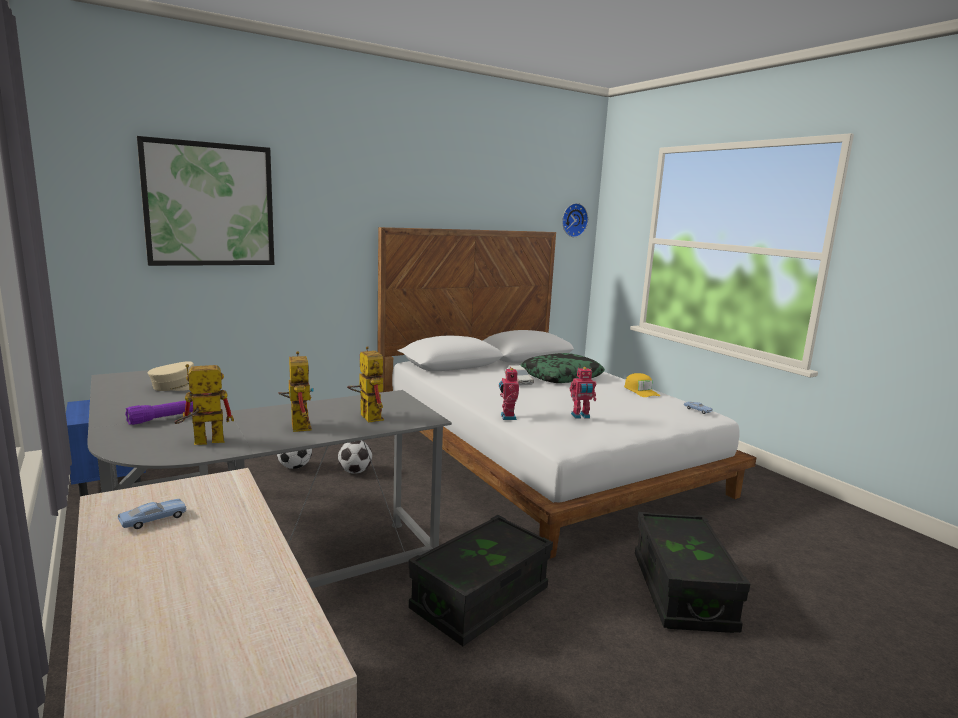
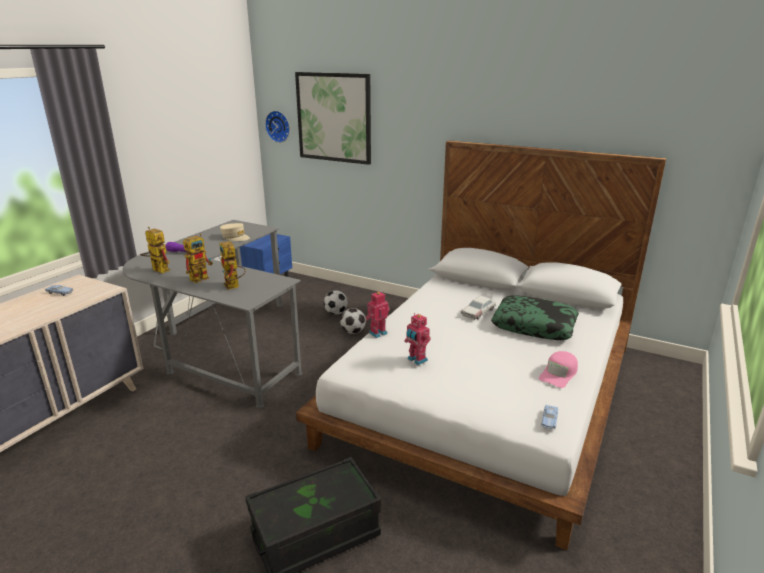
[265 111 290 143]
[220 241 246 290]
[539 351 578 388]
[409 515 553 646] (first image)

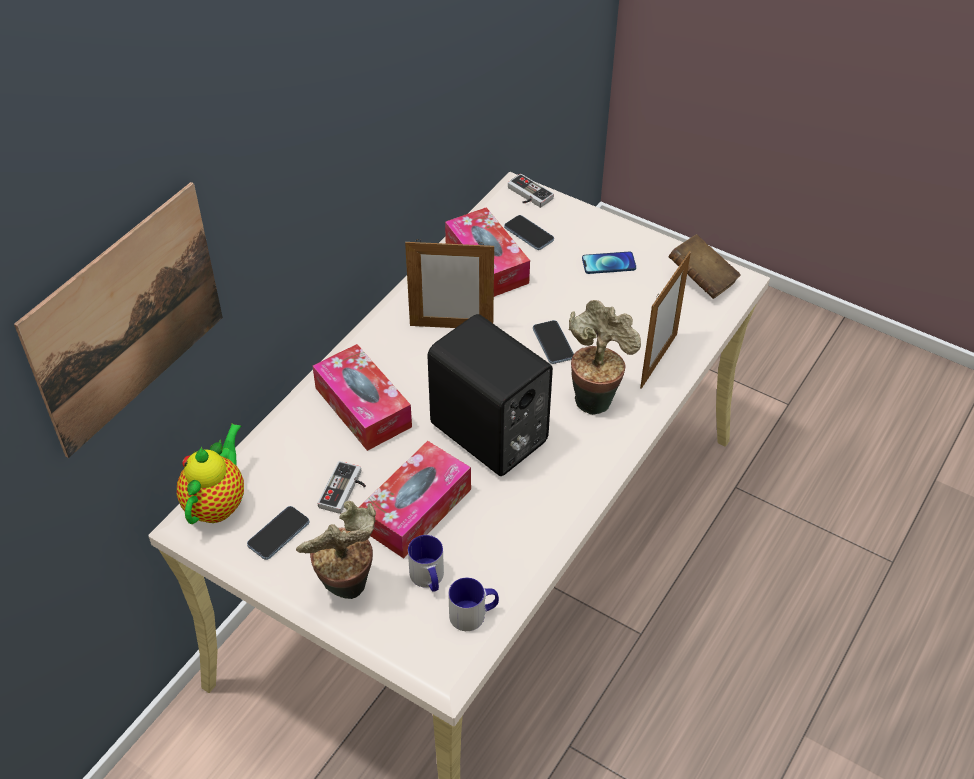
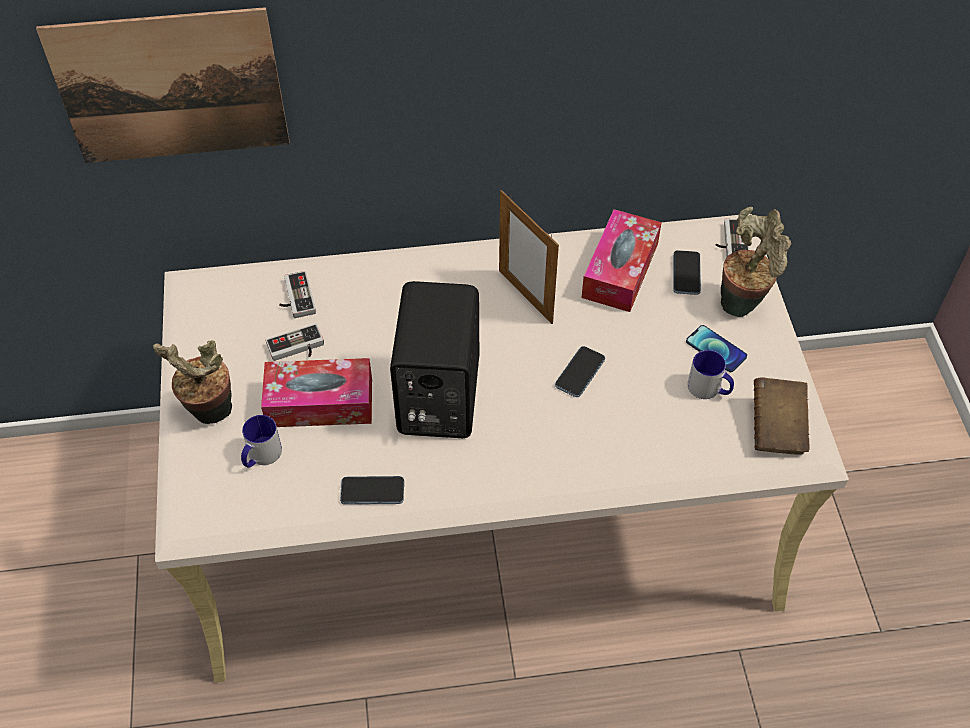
[640 251 691 389] (first image)
[721 207 791 317]
[312 344 412 451] (first image)
[177 423 244 524] (first image)
[340 476 404 505]
[687 350 734 399]
[279 271 316 318]

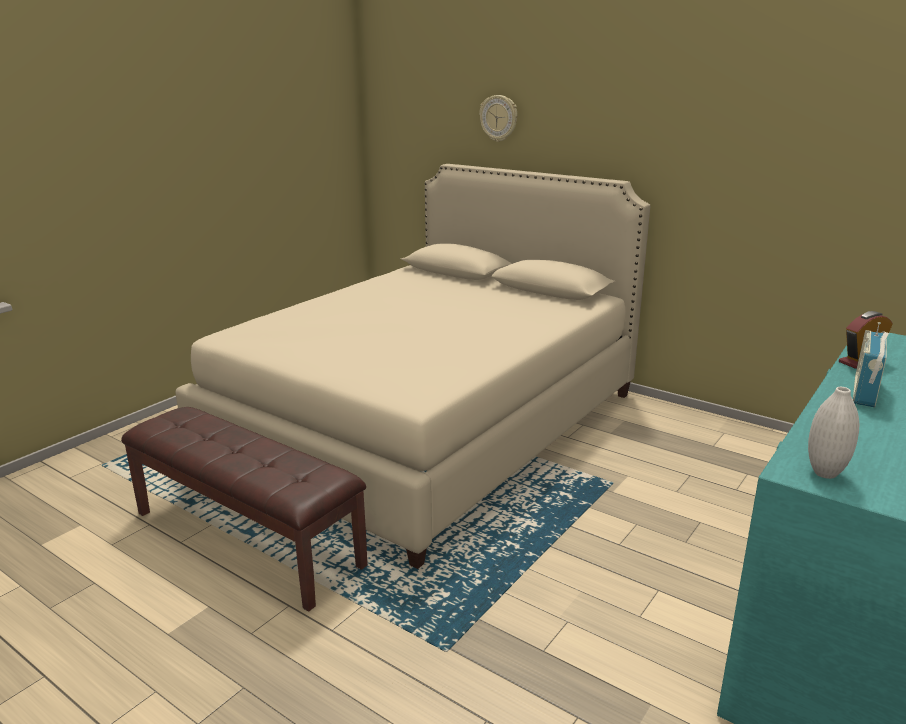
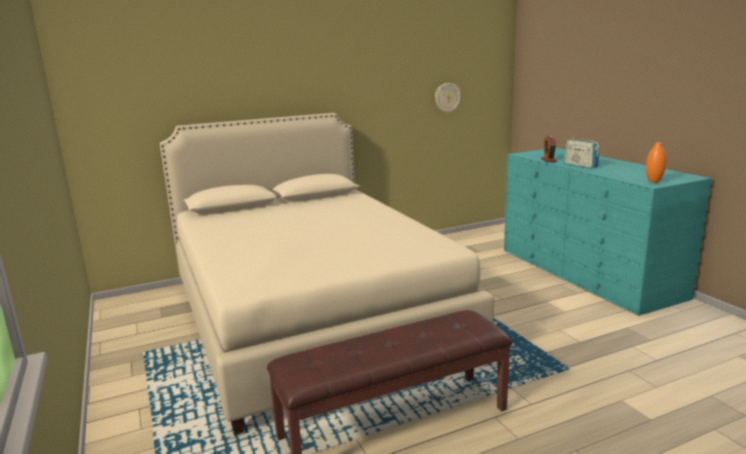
[435 83 461 113]
[646 142 666 183]

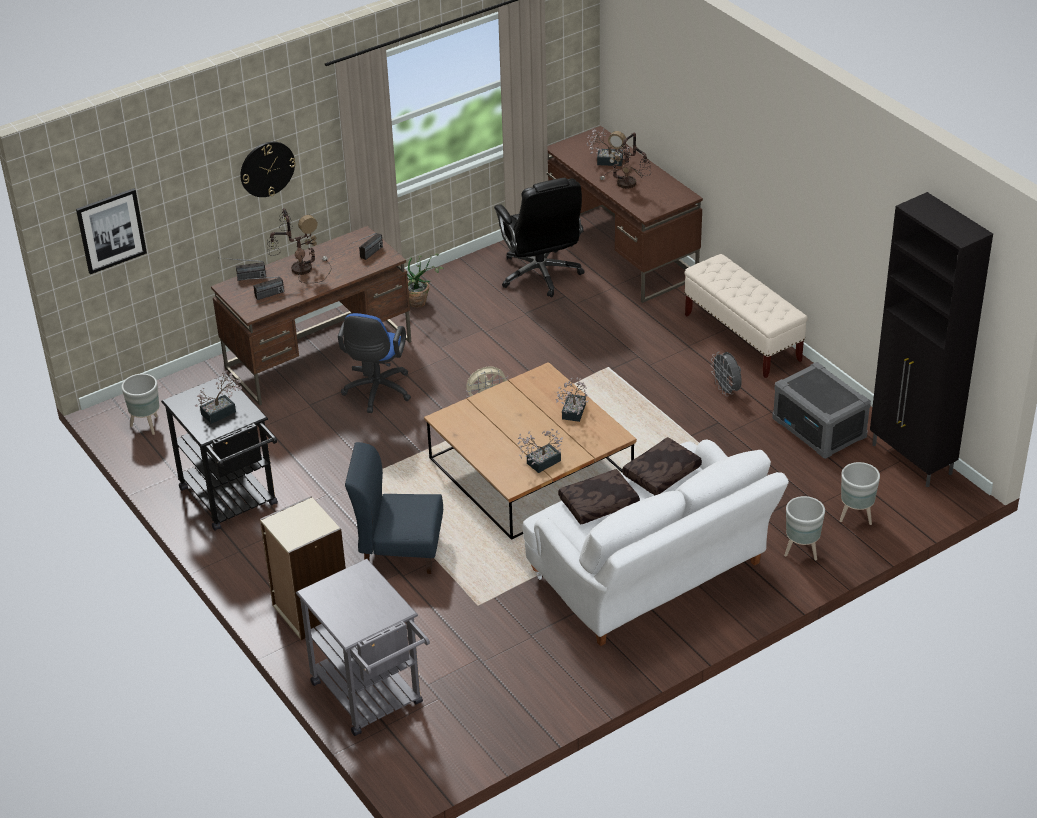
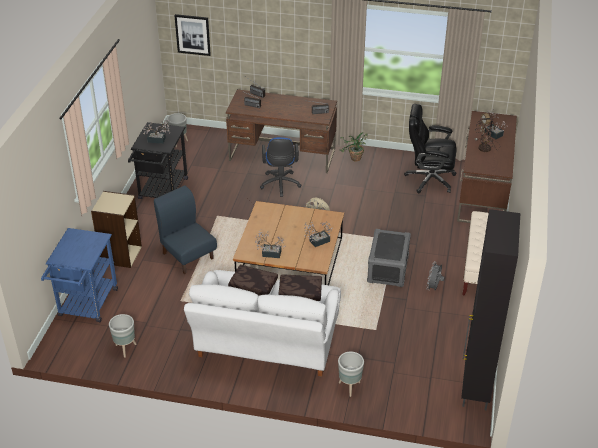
[240 142 296 197] (first image)
[404 104 457 193]
[267 208 331 283] (first image)
[260 137 302 197]
[367 229 411 287]
[109 314 136 358]
[41 228 118 322]

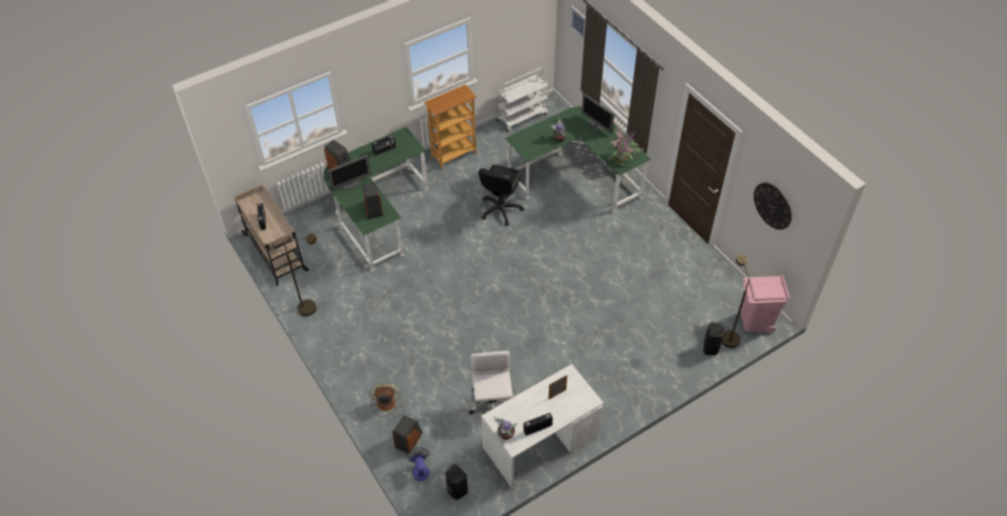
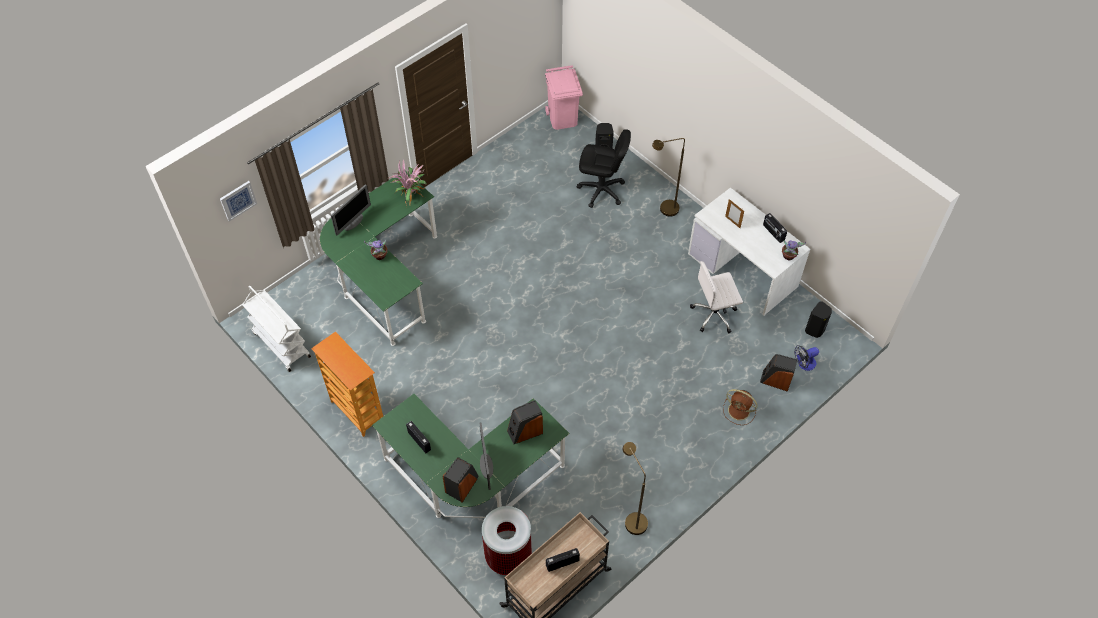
[480 423 493 490]
[577 129 631 208]
[754 183 792 230] (first image)
[652 138 685 217]
[723 389 758 425]
[482 506 532 575]

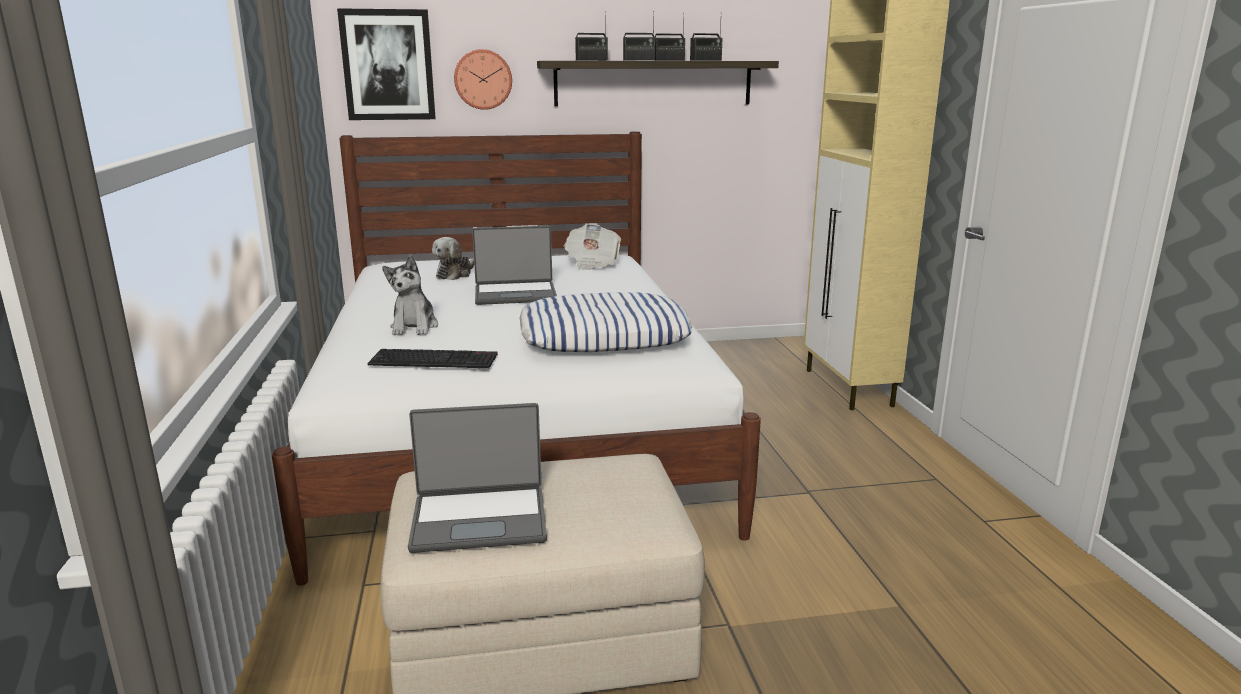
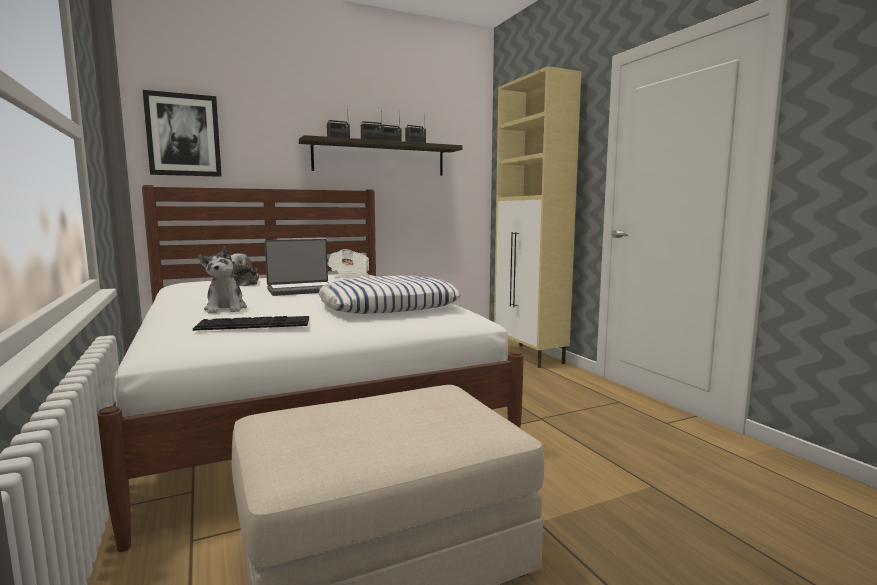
[454 49 512 110] (first image)
[408 403 547 553] (first image)

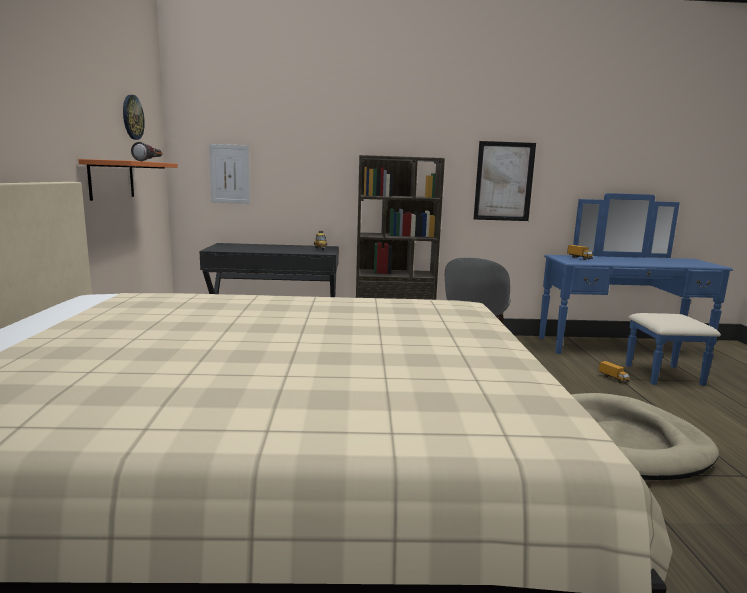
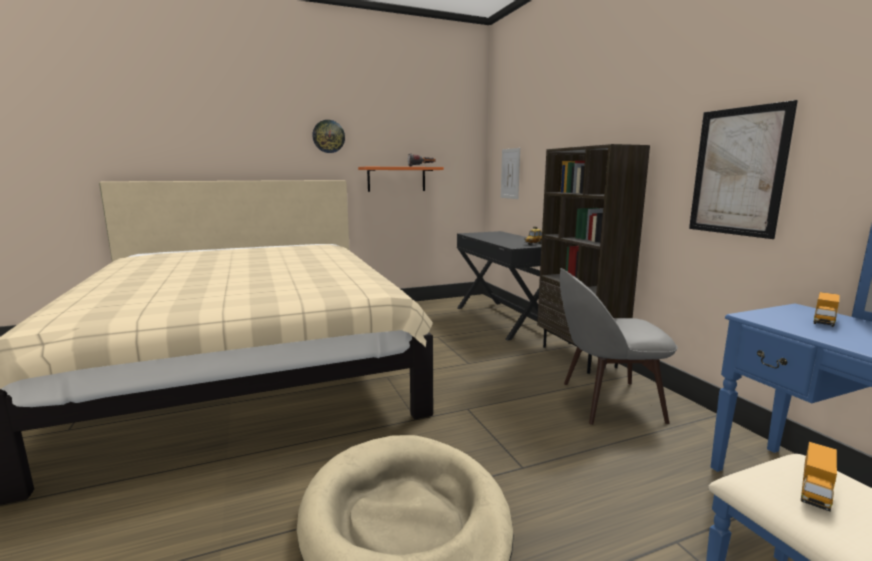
[312 120 345 153]
[801 442 837 511]

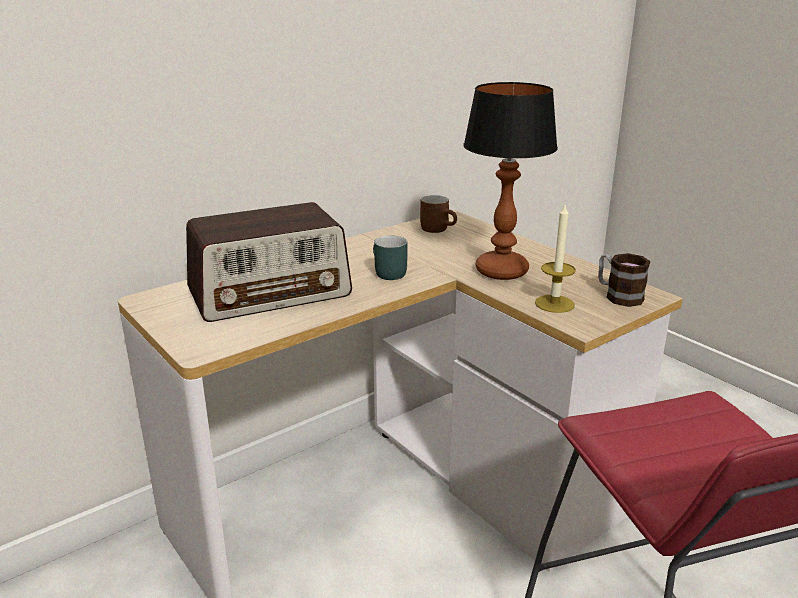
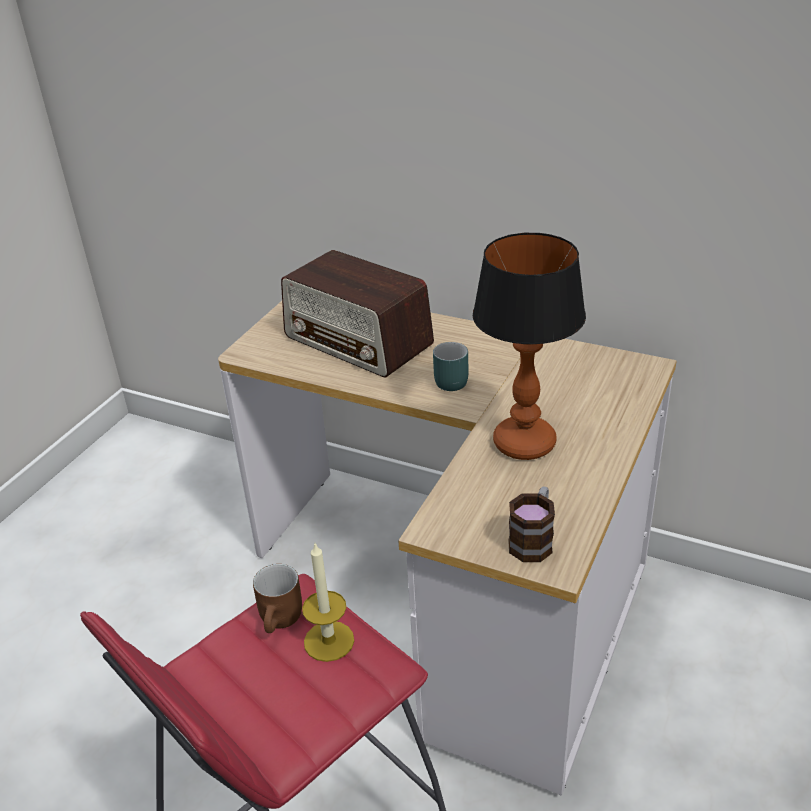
[253 564 302 633]
[302 544 354 662]

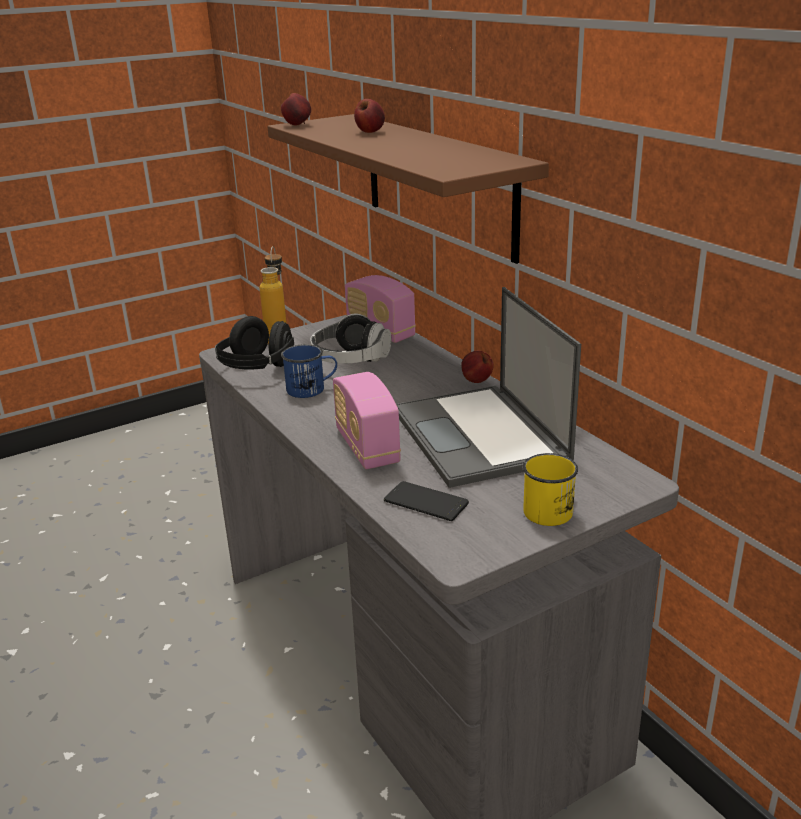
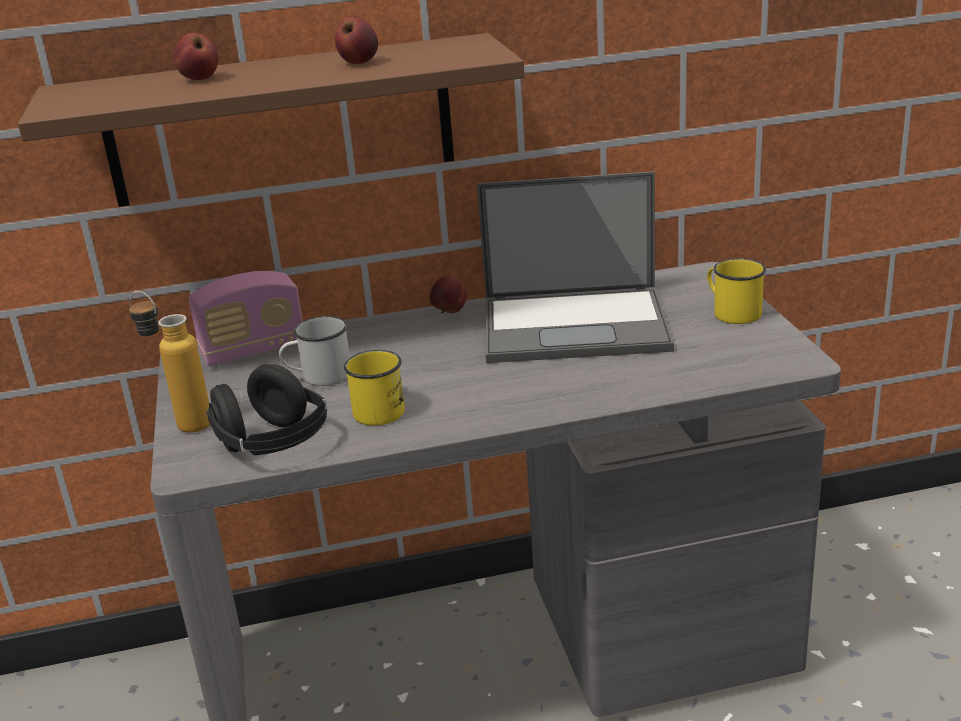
[335 17 378 64]
[279 316 350 386]
[344 350 405 426]
[333 372 401 469] (first image)
[384 481 469 521] (first image)

